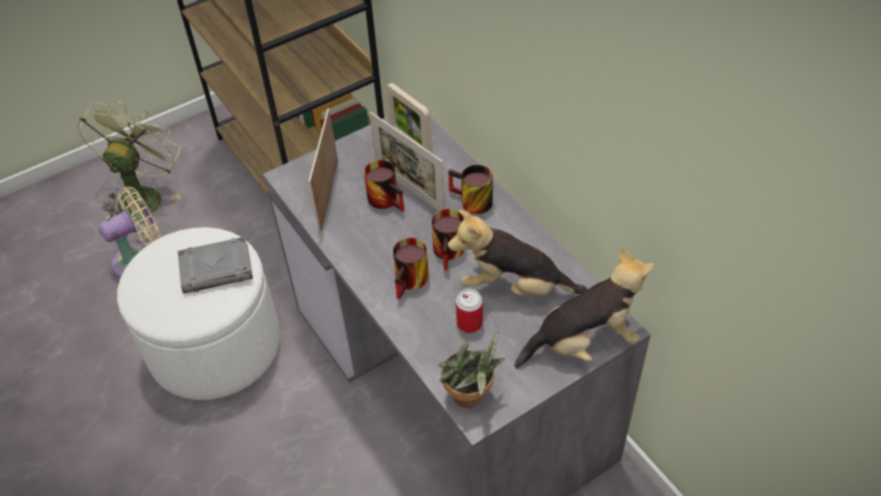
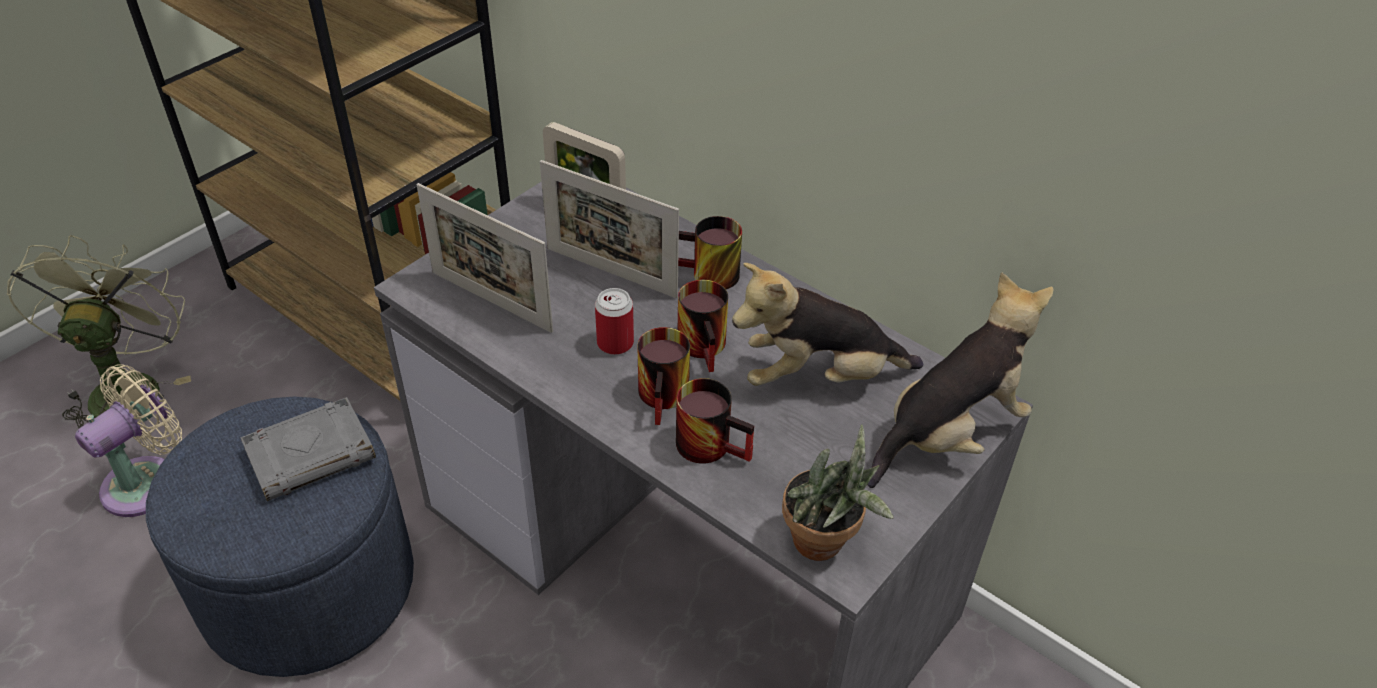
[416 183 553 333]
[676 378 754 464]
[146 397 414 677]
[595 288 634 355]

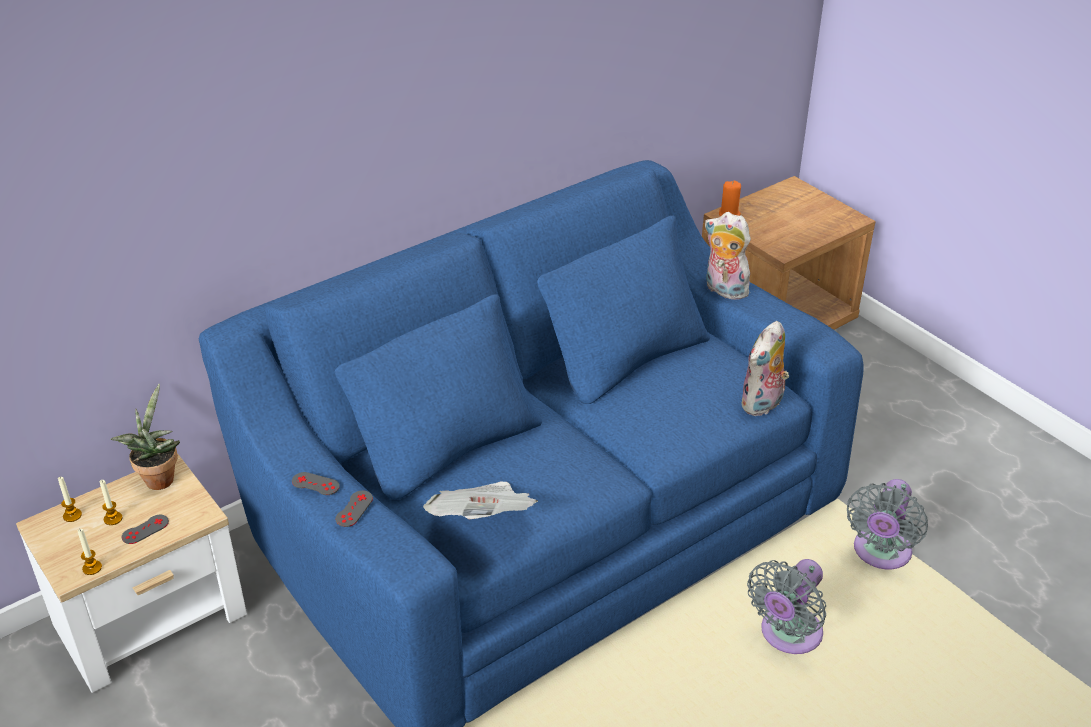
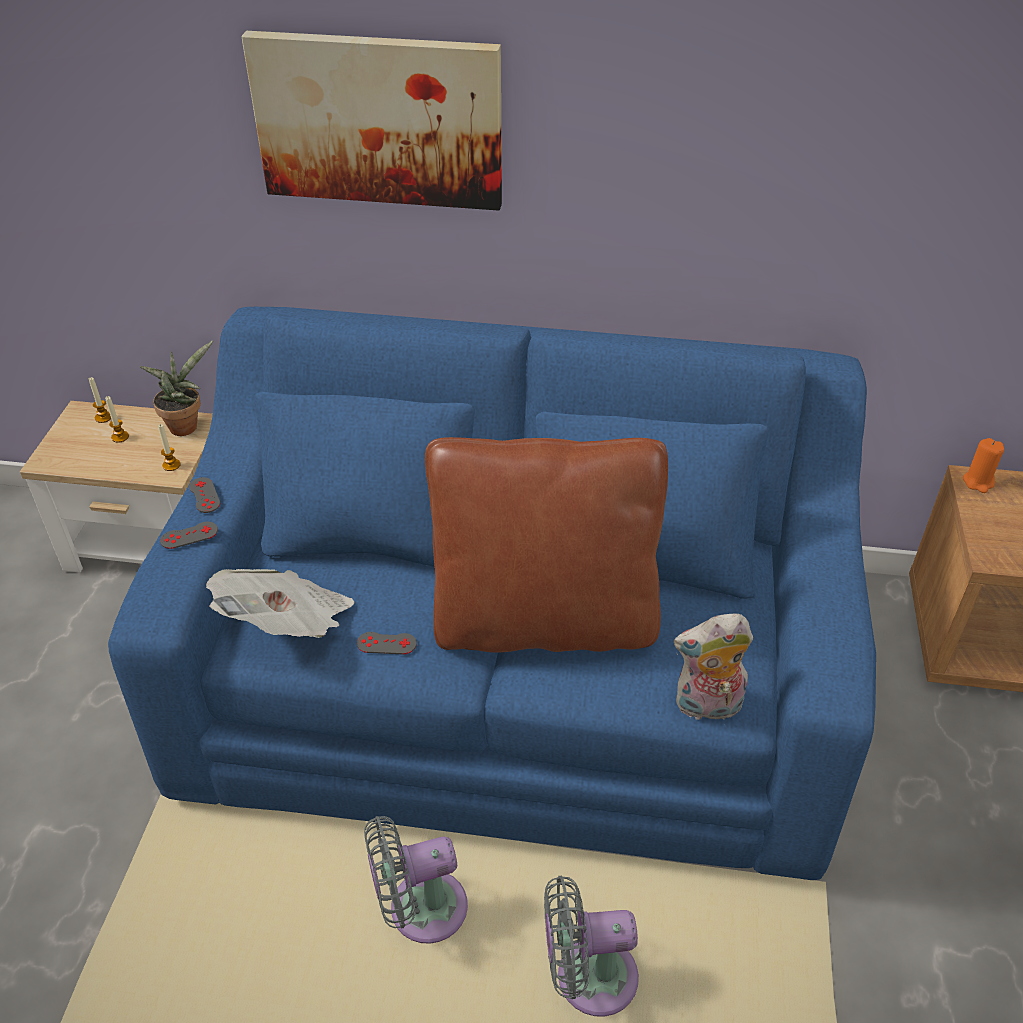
[704 212 753 300] (first image)
[364 816 468 944]
[357 632 417 654]
[158 425 181 471]
[241 31 502 211]
[425 437 668 653]

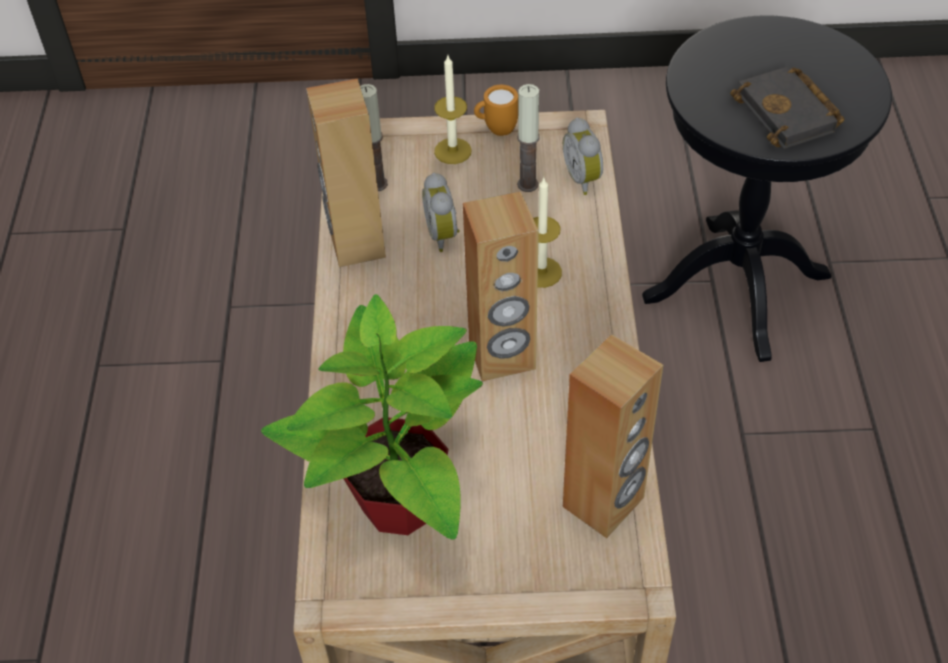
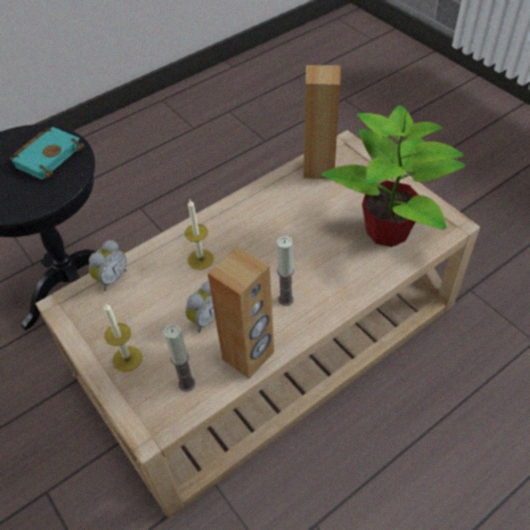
[10 127 84 180]
[277 236 294 306]
[474 85 518 136] (first image)
[463 191 539 382] (first image)

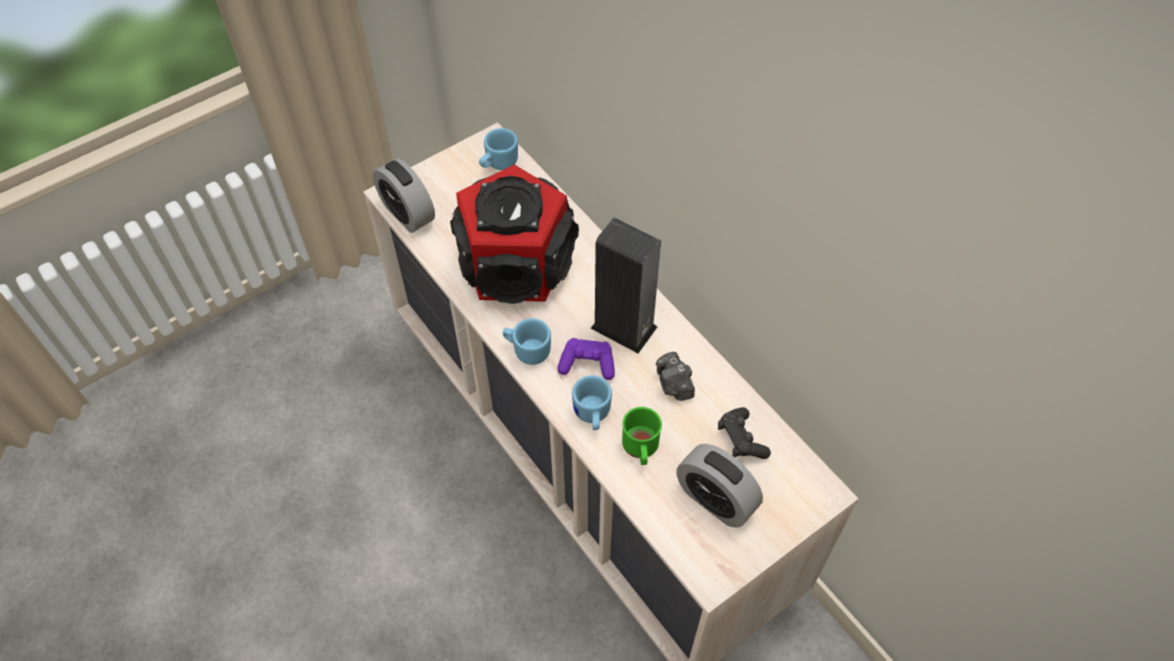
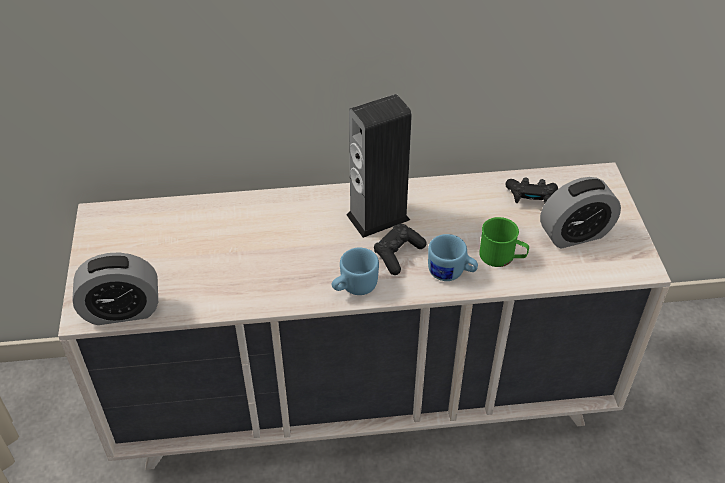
[479 128 518 170] (first image)
[450 165 579 304] (first image)
[374 224 426 275]
[656 352 695 401] (first image)

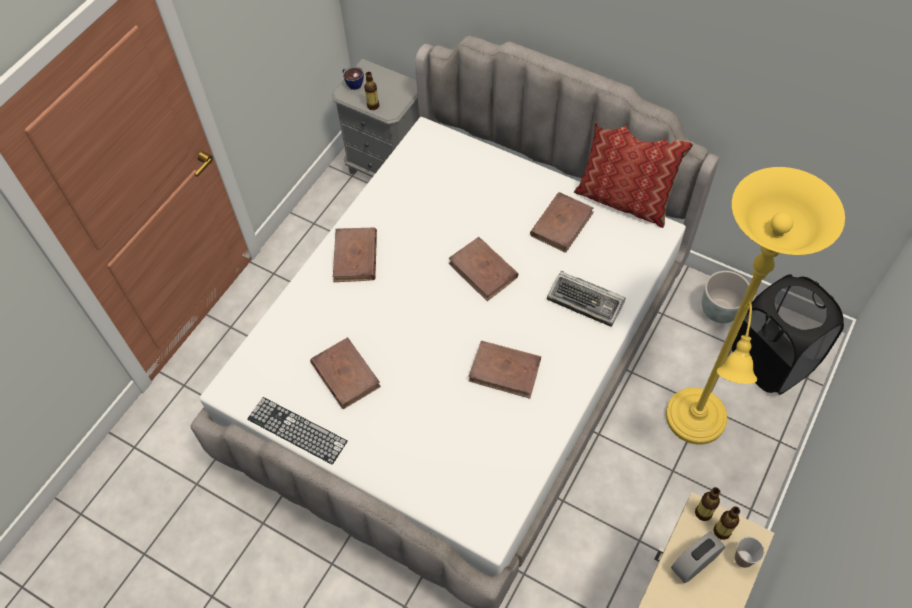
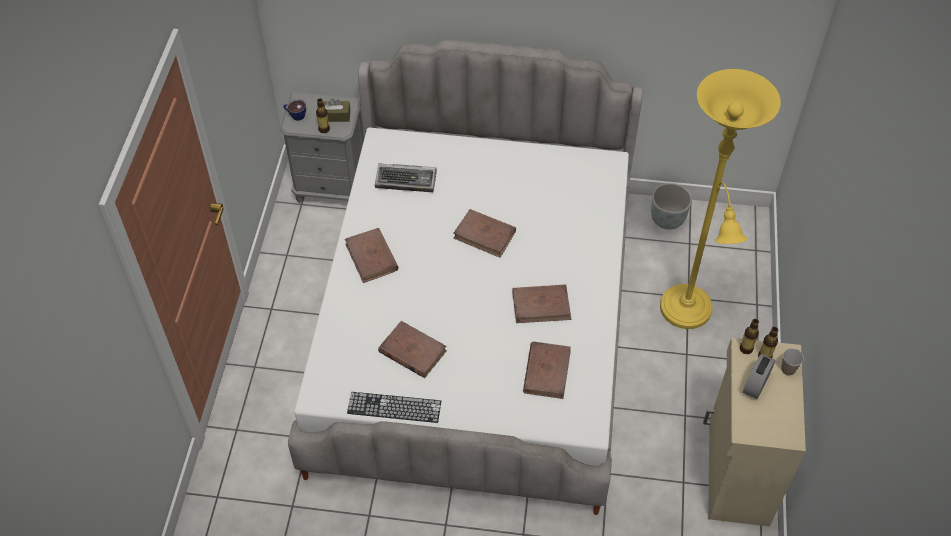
[574 118 694 228] (first image)
[523 342 571 399]
[375 163 437 192]
[732 274 844 395] (first image)
[323 99 350 122]

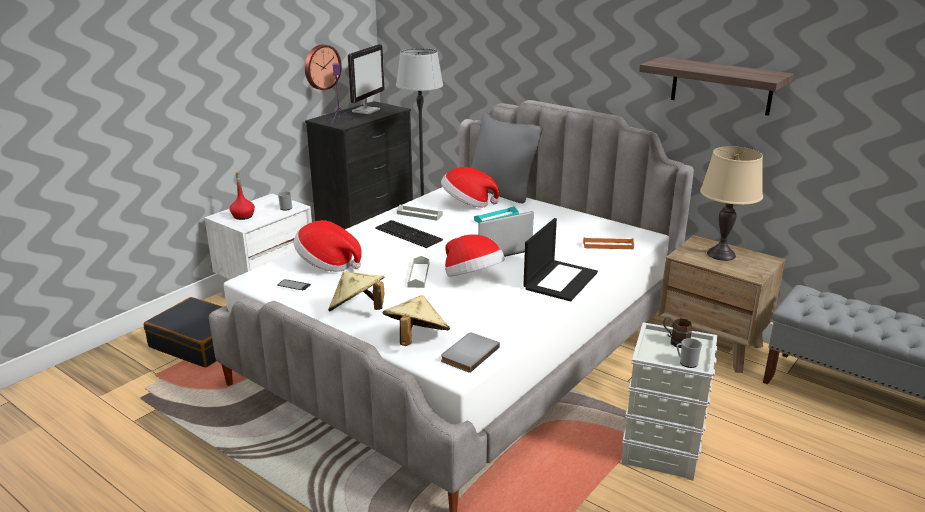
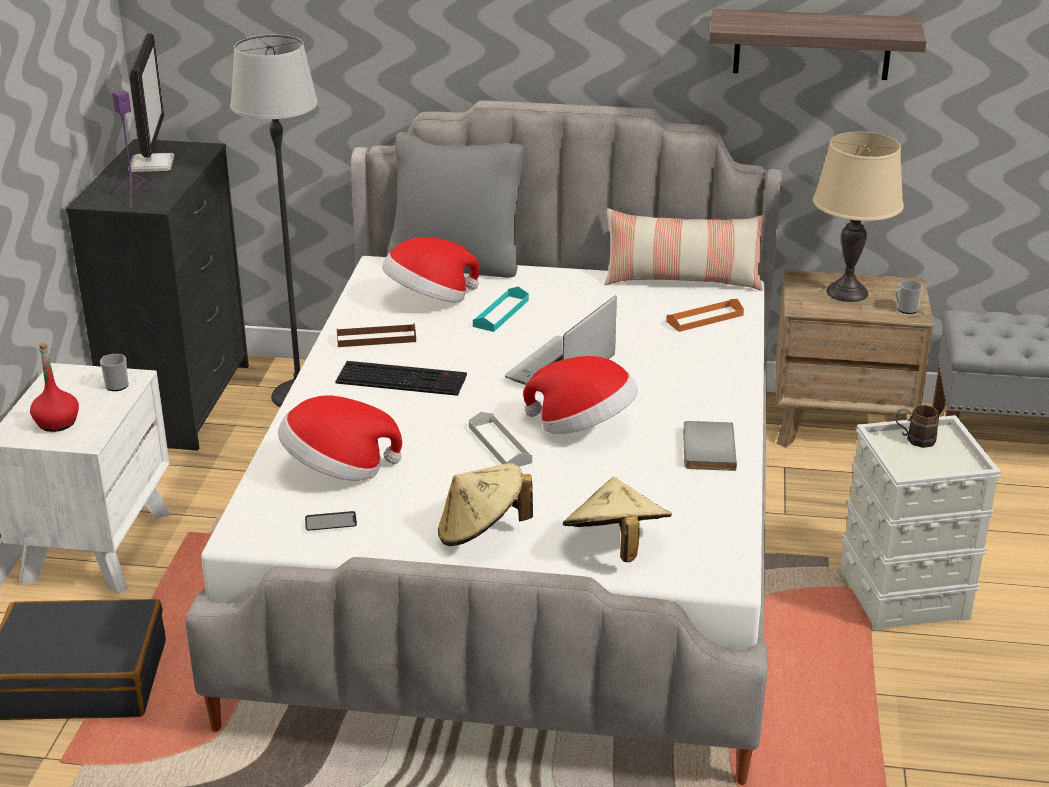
[305 45 342 90] (first image)
[337 324 416 347]
[523 218 598 302] (first image)
[683 421 737 471]
[896 280 923 314]
[604 208 765 291]

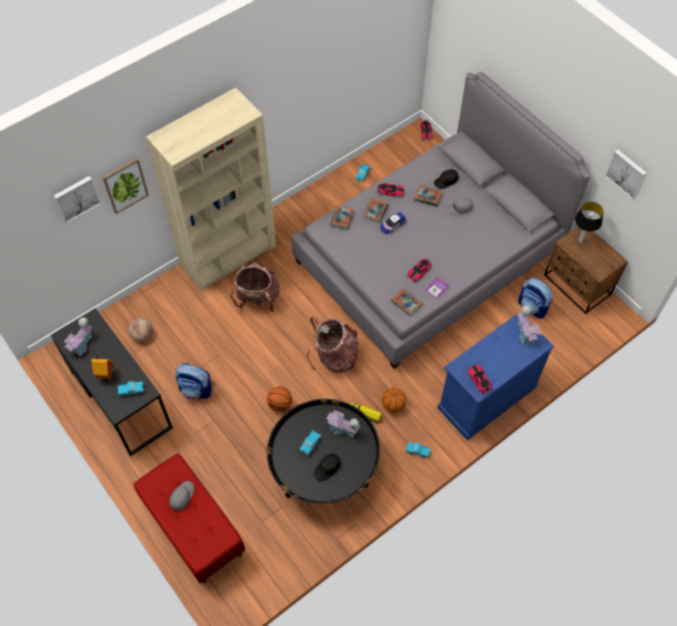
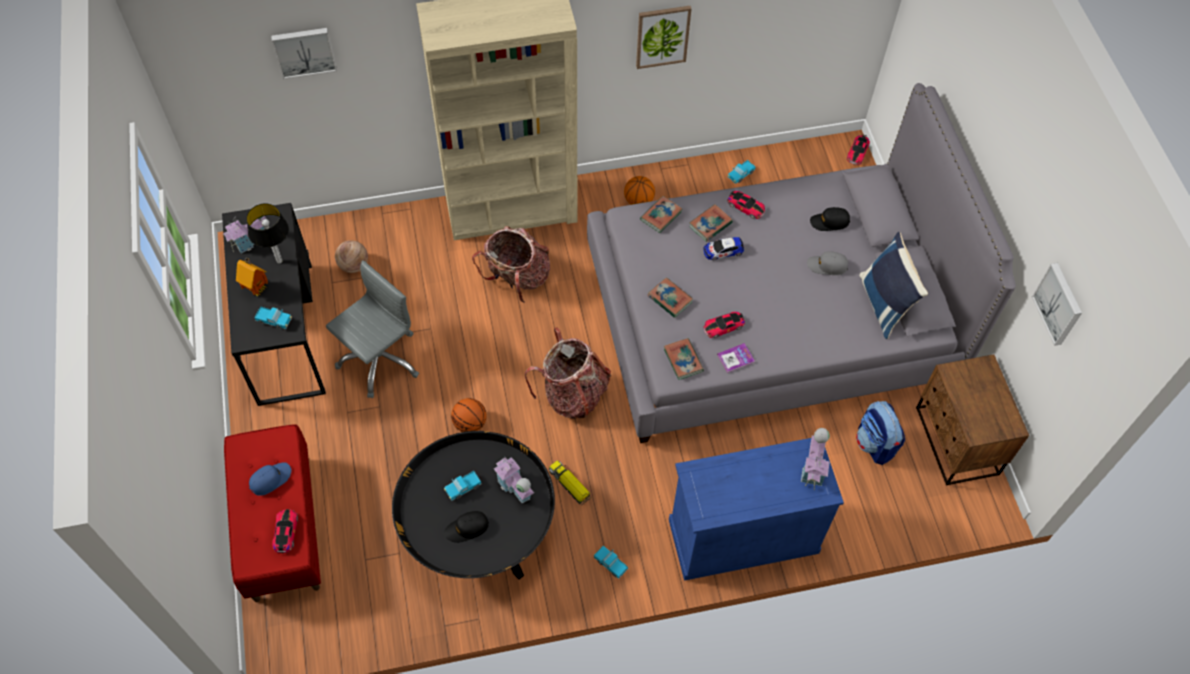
[636 6 691 69]
[648 277 693 318]
[246 203 289 264]
[326 260 419 398]
[272 509 298 553]
[624 176 655 205]
[249 462 292 496]
[859 232 928 339]

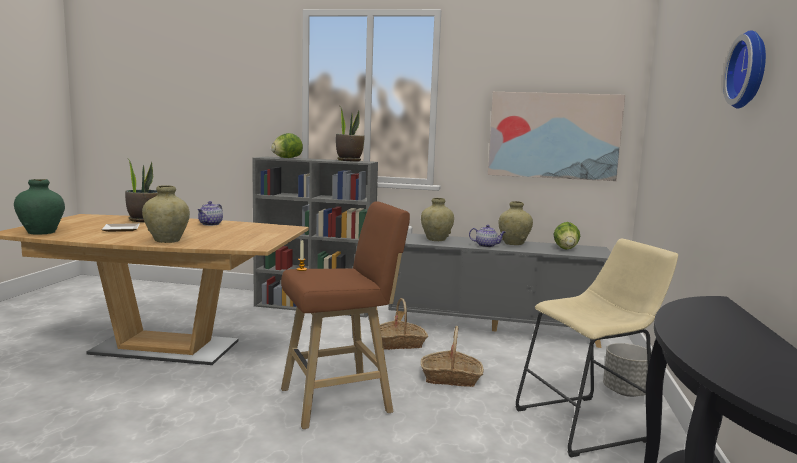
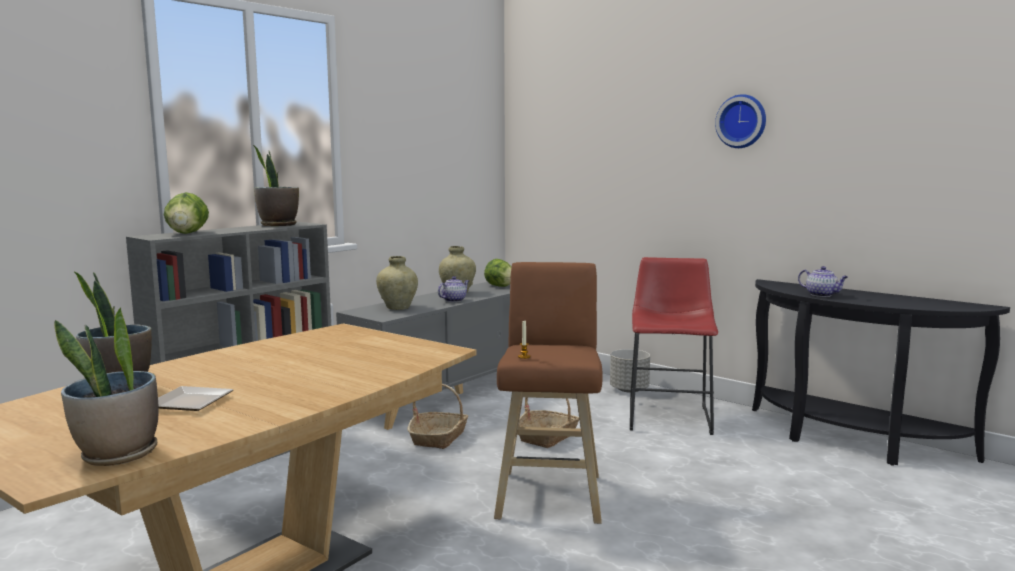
[488 92 625 181] (first image)
[54 307 159 466]
[142 185 190 243] (first image)
[798 266 848 297]
[630 257 718 435]

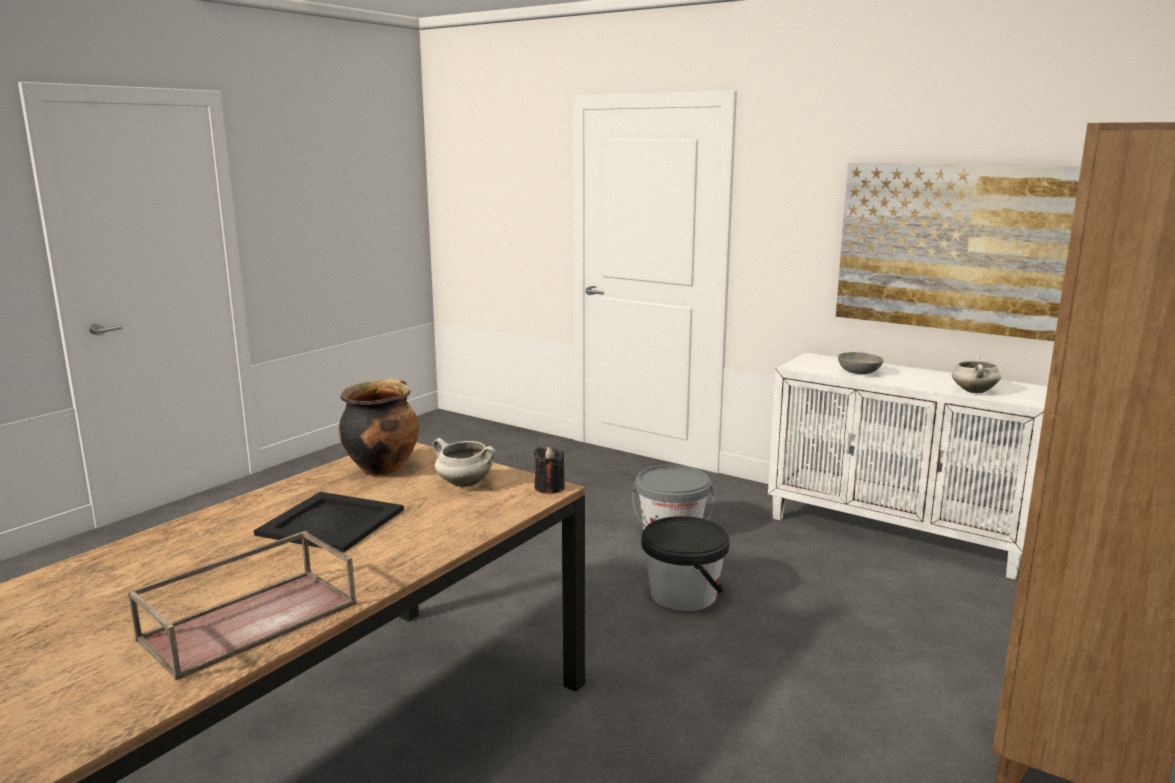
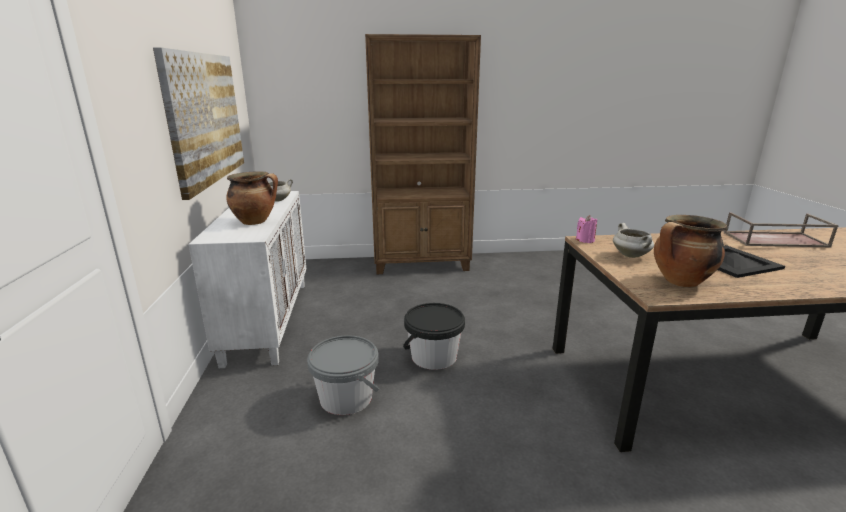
[226 171 278 225]
[576 215 597 243]

